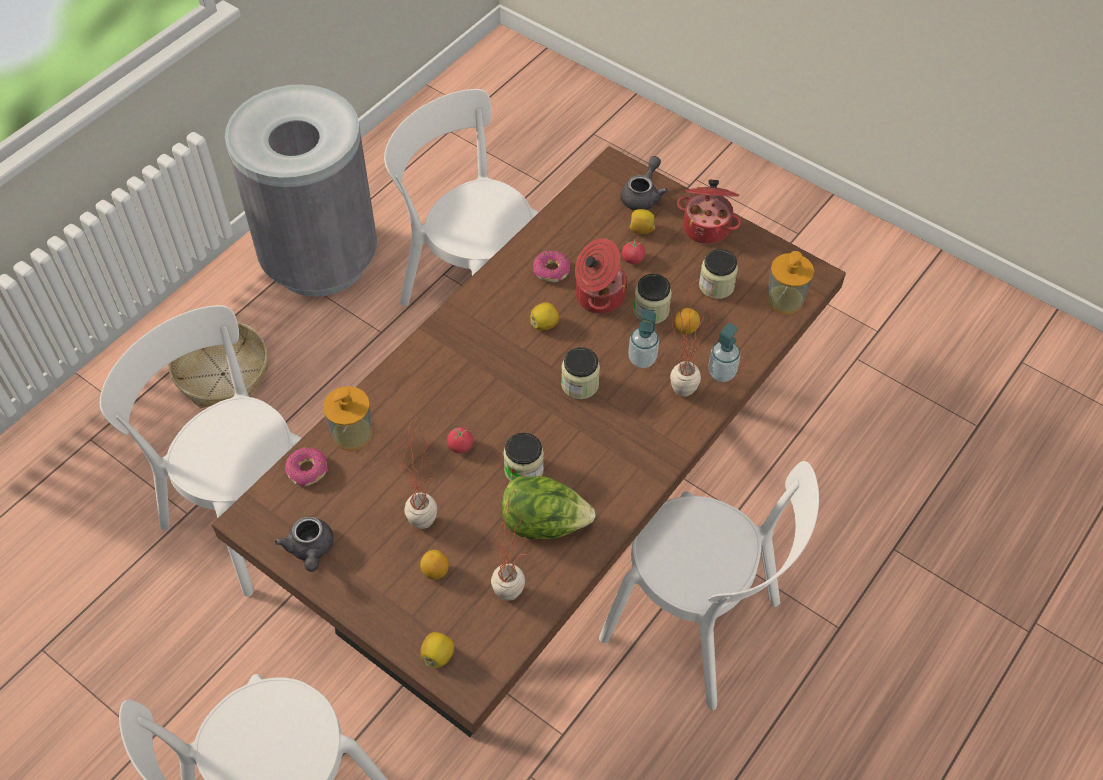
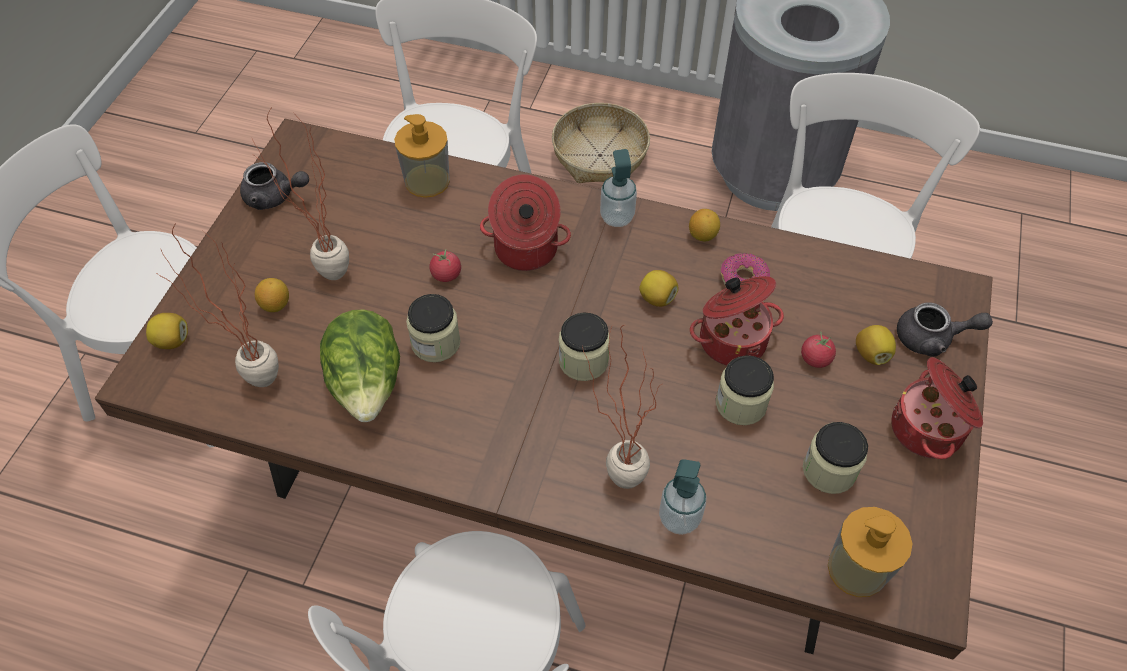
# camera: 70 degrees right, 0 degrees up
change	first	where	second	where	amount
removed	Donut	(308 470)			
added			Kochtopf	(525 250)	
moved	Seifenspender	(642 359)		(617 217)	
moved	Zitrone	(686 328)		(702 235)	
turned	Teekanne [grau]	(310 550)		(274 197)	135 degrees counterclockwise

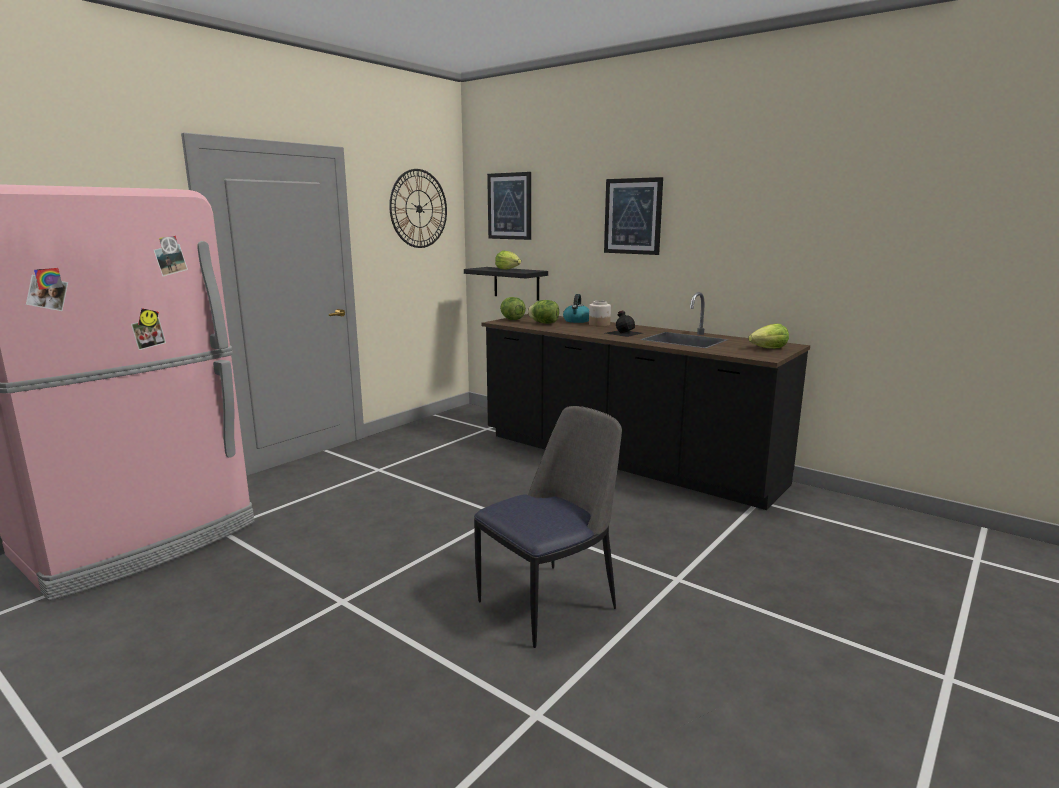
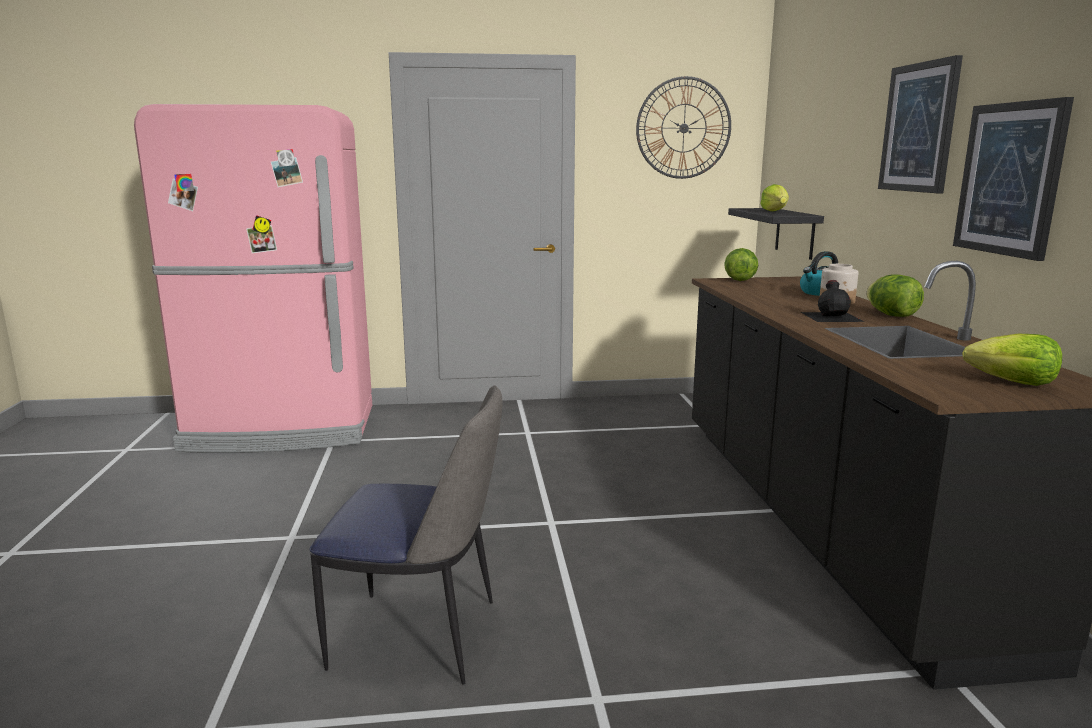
# camera: 45 degrees right, 0 degrees up
change	first	where	second	where	amount
moved	Bild	(510 206)		(1010 179)	
moved	Salatkopf	(544 323)		(891 315)	

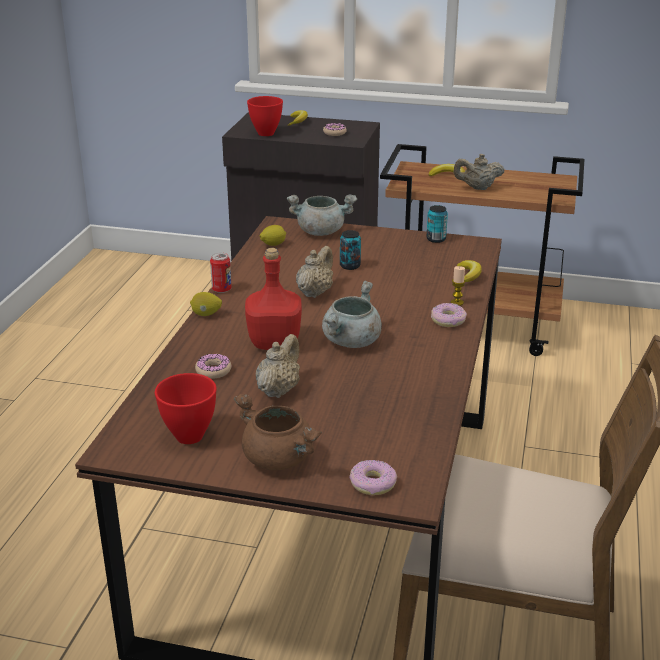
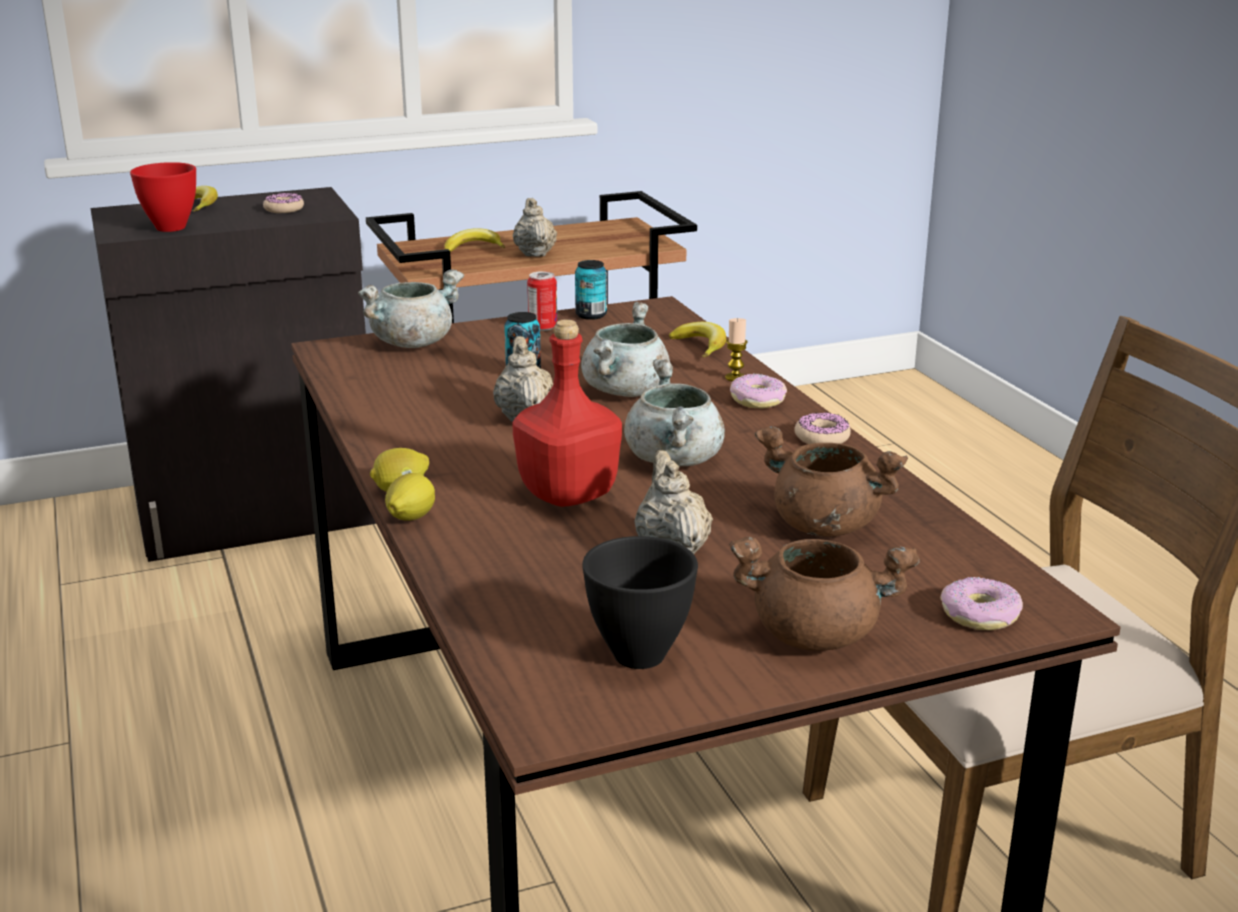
# camera: 35 degrees left, 5 degrees down
change	first	where	second	where	amount
added			Kochtopf [grau]	(626 392)	
added			Kochtopf [braun]	(822 525)	
moved	Donut	(213 370)		(822 437)	
moved	Dose	(221 289)		(543 327)	
moved	Zitrone	(273 245)		(410 518)	
recoloured	Schüssel [rot]	(189 437)	Schüssel [schwarz]	(640 657)	
turned	Teekanne [beige]	(477 188)		(534 253)	120 degrees clockwise

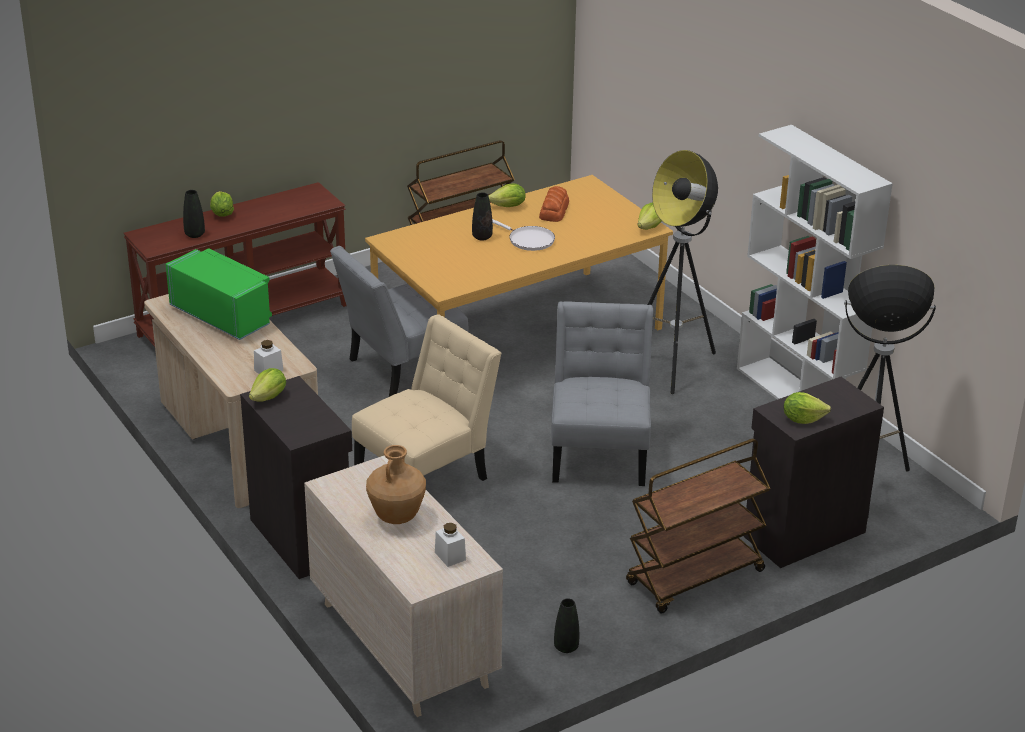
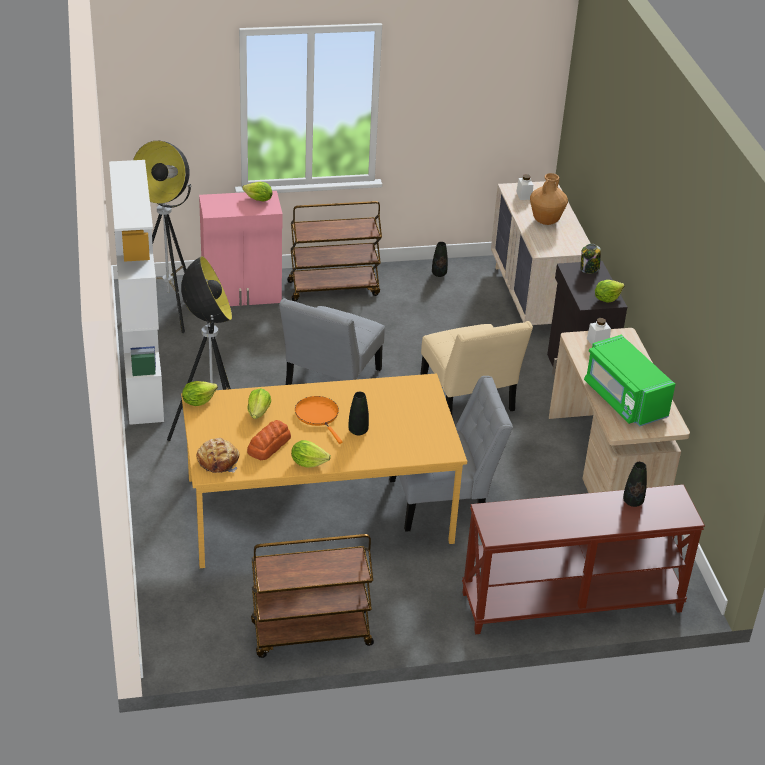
# camera: 160 degrees left, 5 degrees up
change	first	where	second	where	amount
added			Brot	(218 461)	
added			Vorratsglas	(589 269)	
moved	Salatkopf	(222 214)		(259 412)	
recoloured	Pfanne [weiß]	(528 240)	Pfanne [orange]	(318 416)	
recoloured	Schrank [schwarz]	(802 533)	Schrank [rosa]	(242 294)	
turned	Stuhl [beige]	(427 474)		(468 399)	90 degrees counterclockwise

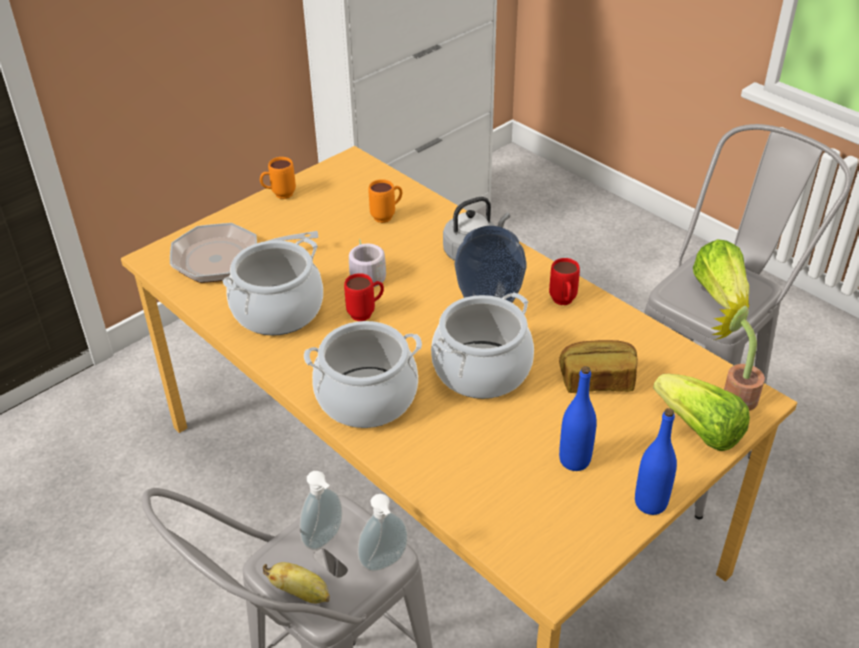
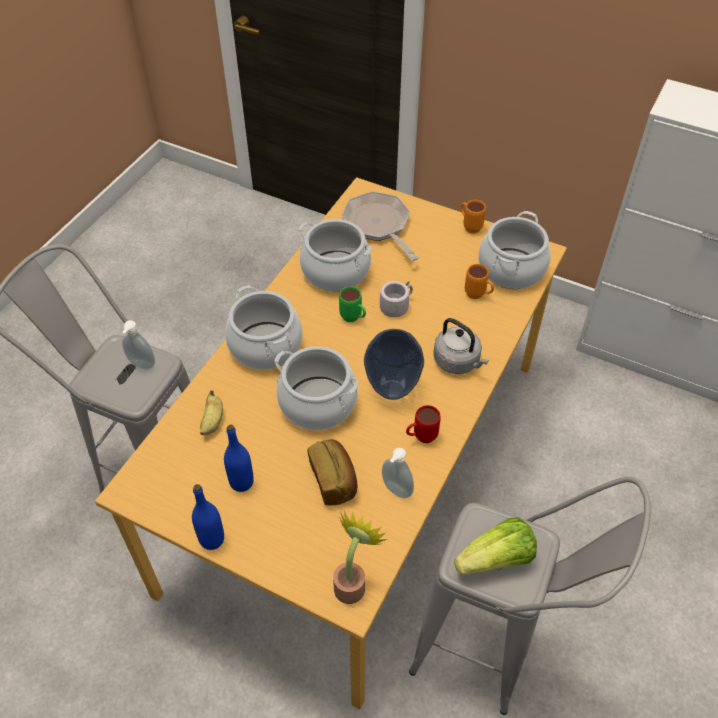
# camera: 70 degrees right, 10 degrees up
change	first	where	second	where	amount
removed	Salatkopf	(698 429)			
added			Kochtopf	(511 269)	
moved	Banane	(301 593)		(212 422)	
moved	Seifenspender	(385 564)		(395 491)	
recoloured	Henkelbecher [rot]	(366 313)	Henkelbecher [grün]	(353 319)	

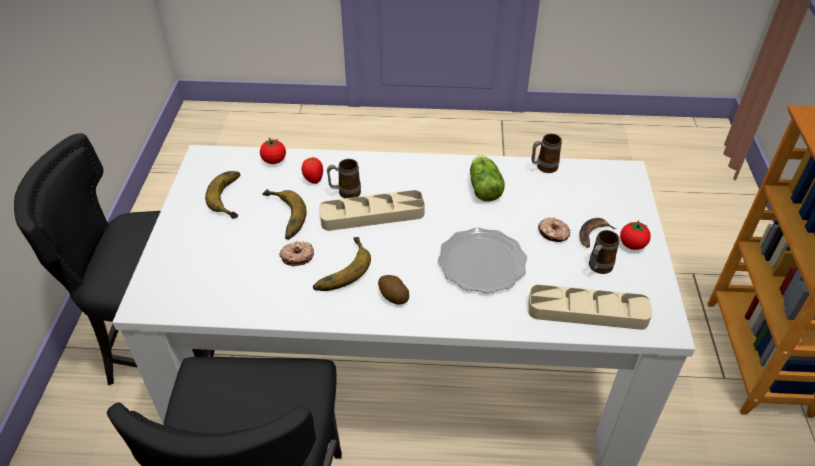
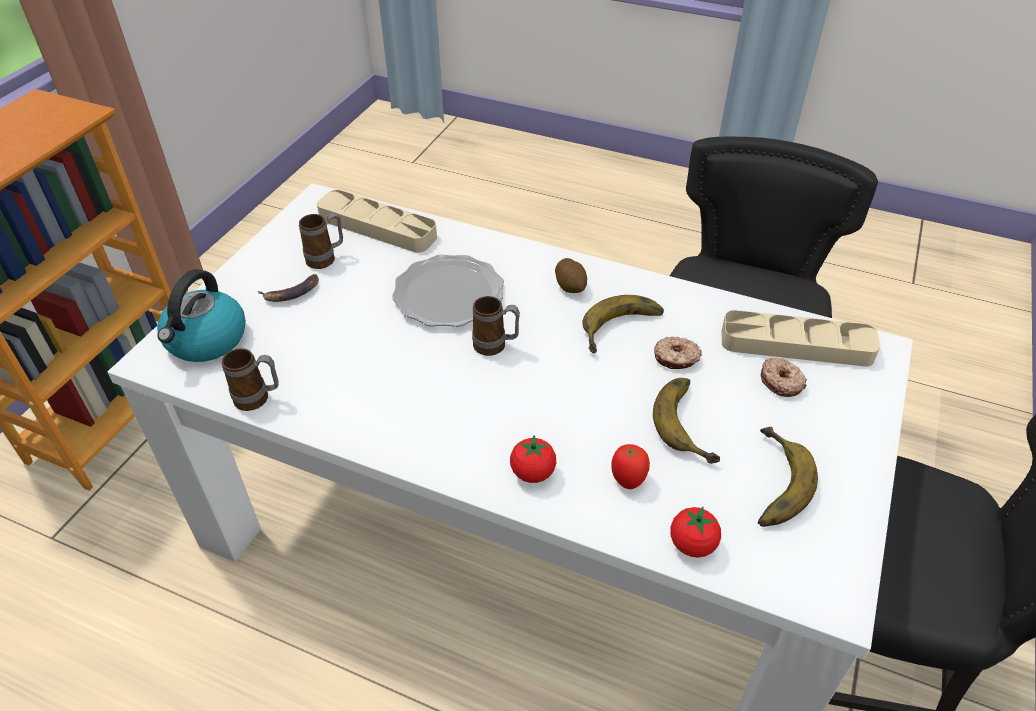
# camera: 160 degrees left, 0 degrees up
change	first	where	second	where	amount
removed	Salatkopf	(484 187)			
added			Wasserkessel	(206 340)	
moved	Tablett [beige]	(372 215)		(796 345)	
moved	Henkelbecher	(345 193)		(496 346)	
moved	Donut	(553 234)		(781 382)	
moved	Tomate	(632 245)		(532 473)	

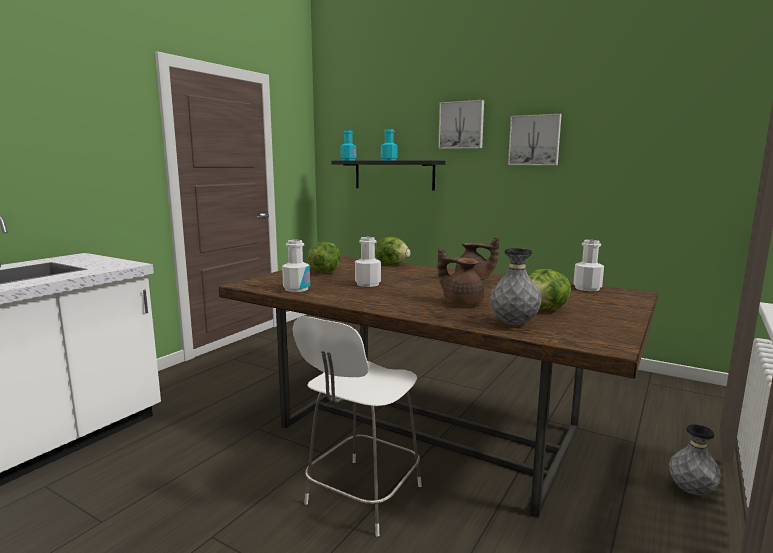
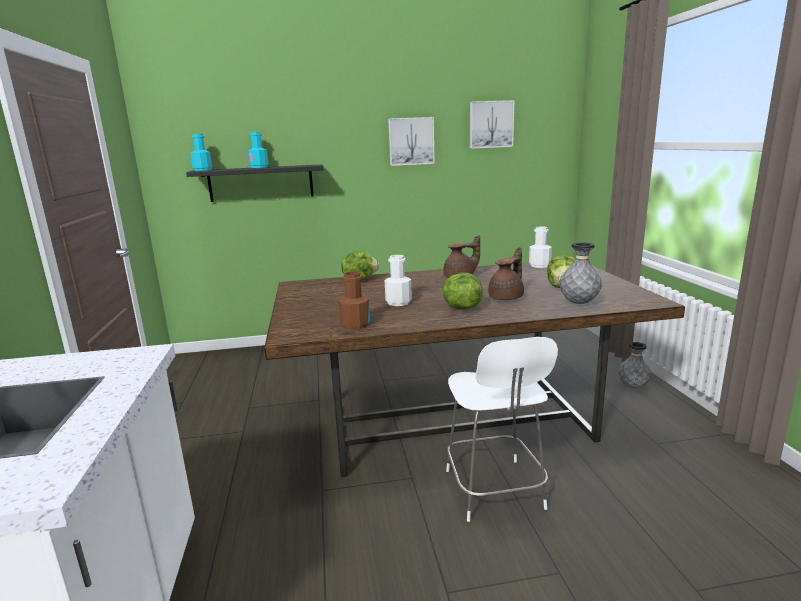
# camera: 40 degrees left, 5 degrees up
change	first	where	second	where	amount
moved	Salatkopf	(324 272)		(461 308)	
moved	Bild	(461 125)		(490 124)	
recoloured	Flasche [weiß]	(296 289)	Flasche [braun]	(355 325)	
turned	Teekanne [braun]	(461 302)		(507 297)	135 degrees clockwise

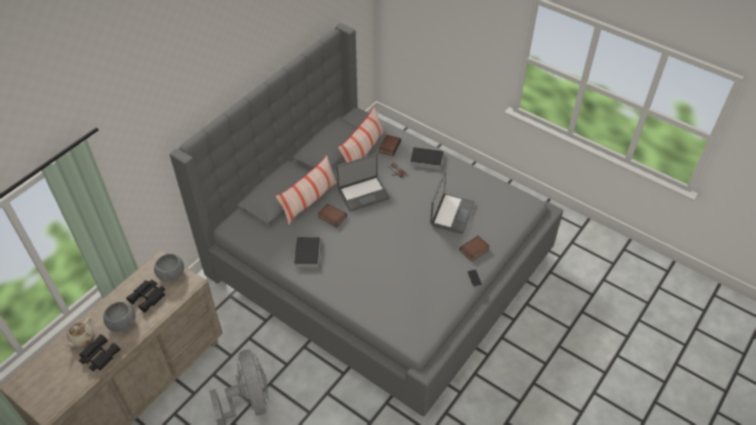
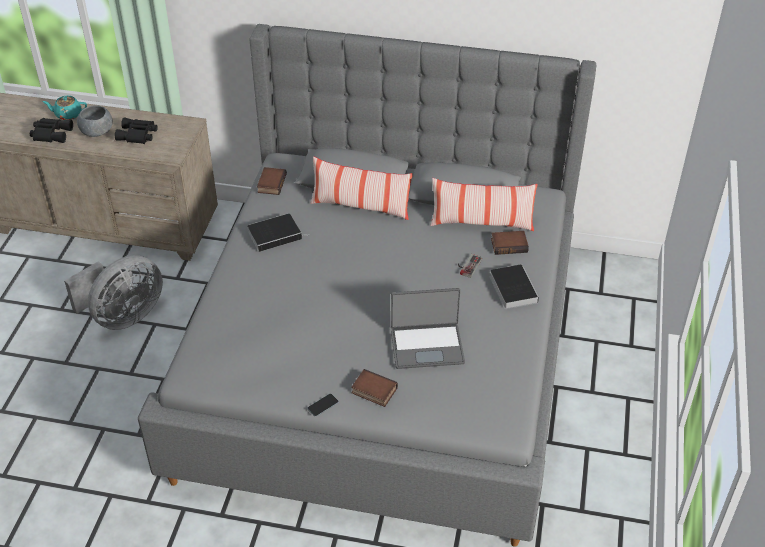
# camera: 65 degrees right, 5 degrees down
change	first	where	second	where	amount
removed	Schüssel [grau]	(171 274)			
removed	Laptop	(363 193)			
moved	Buch	(331 217)		(271 183)	
recoloured	Teekanne [beige]	(81 338)	Teekanne [türkis]	(68 115)	

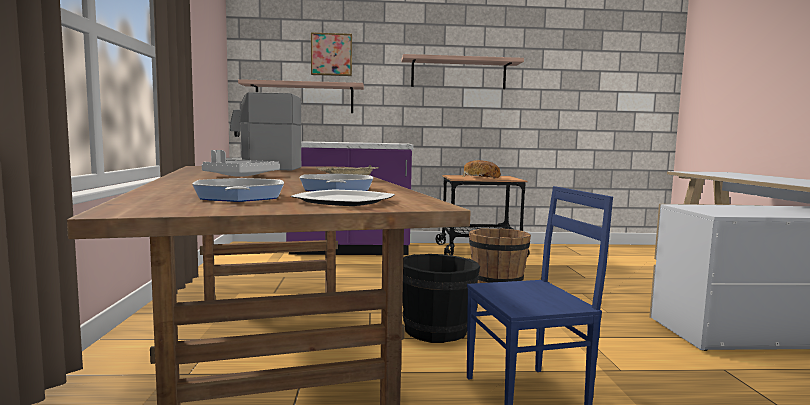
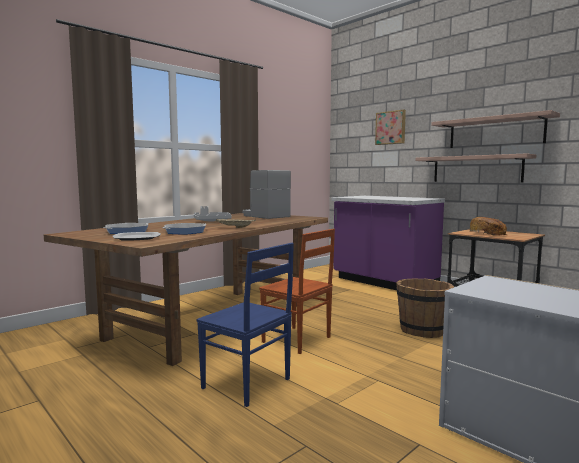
# camera: 50 degrees right, 0 degrees up
change	first	where	second	where	amount
moved	Wandregal	(305 98)		(476 169)	
replaced	Eimer [schwarz]	(436 331)	Stuhl [braun]	(297 340)	

